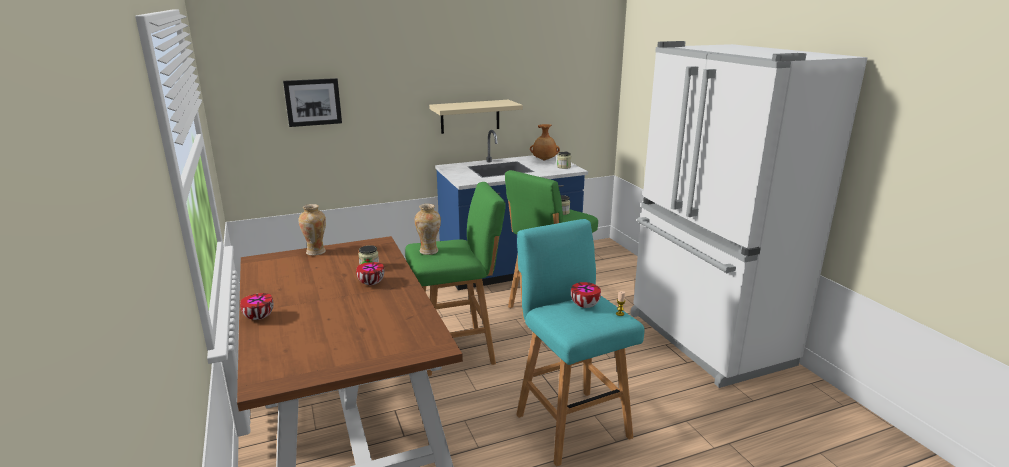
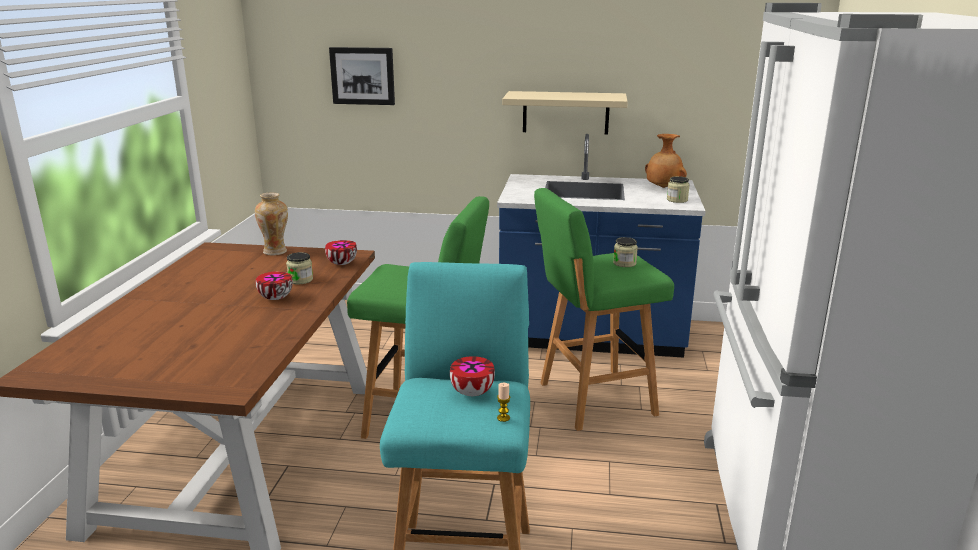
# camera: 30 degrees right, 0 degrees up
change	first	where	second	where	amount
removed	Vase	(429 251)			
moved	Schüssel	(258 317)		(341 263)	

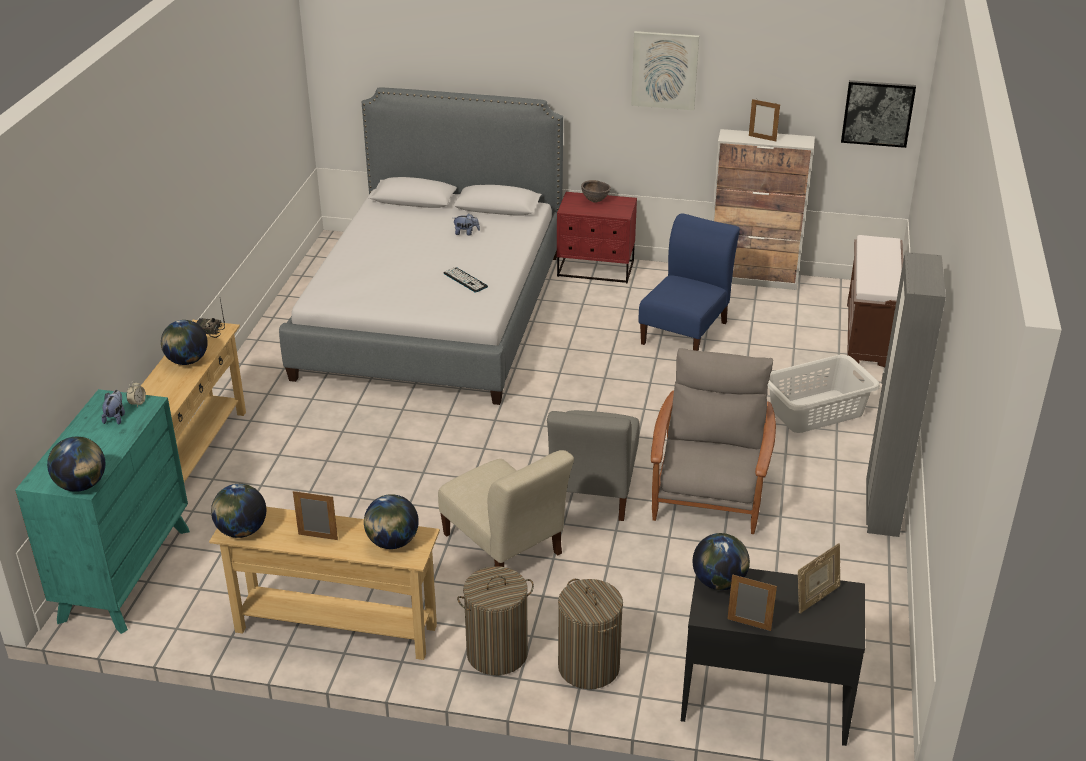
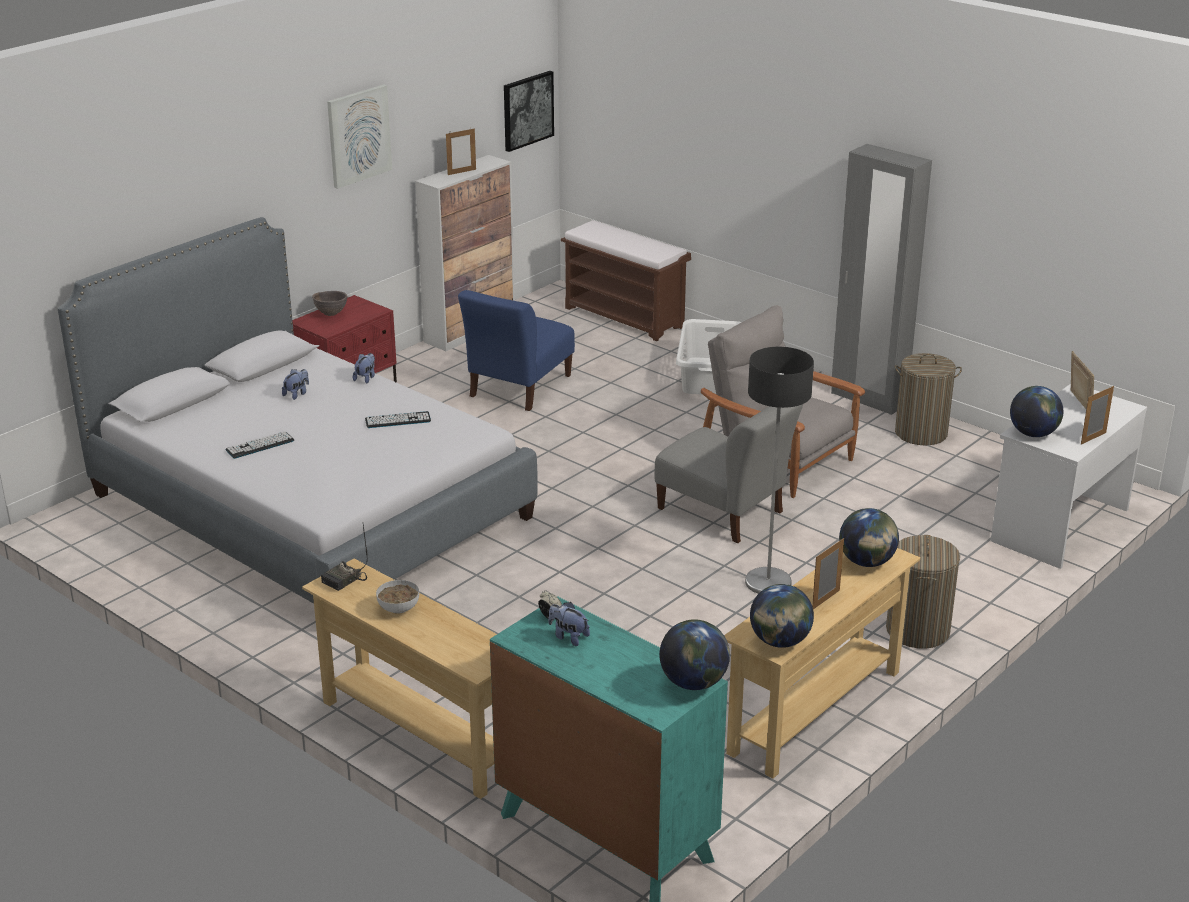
# camera: 60 degrees left, 5 degrees down
change	first	where	second	where	amount
added			Tastatur	(260 445)	
added			Plüschtier	(366 378)	
moved	Wäschekorb	(589 667)		(921 433)	
replaced	Globus	(187 361)	Schüssel	(398 608)	
replaced	Stuhl [beige]	(504 548)	Stehlampe	(768 582)	
recoloured	Schreibtisch [schwarz]	(765 699)	Schreibtisch [weiß]	(1058 524)	
turned	Stuhl [blau]	(686 331)		(518 388)	120 degrees counterclockwise

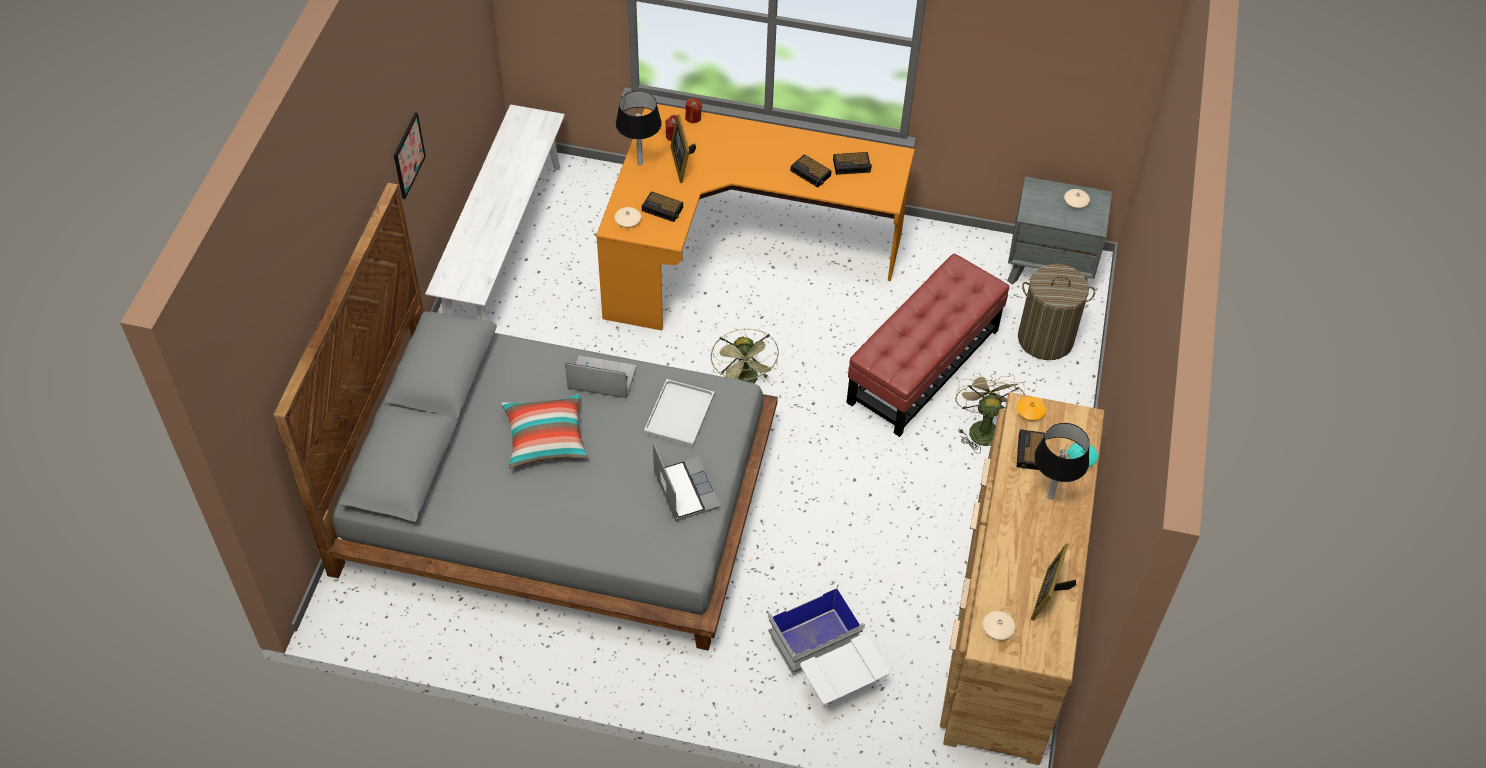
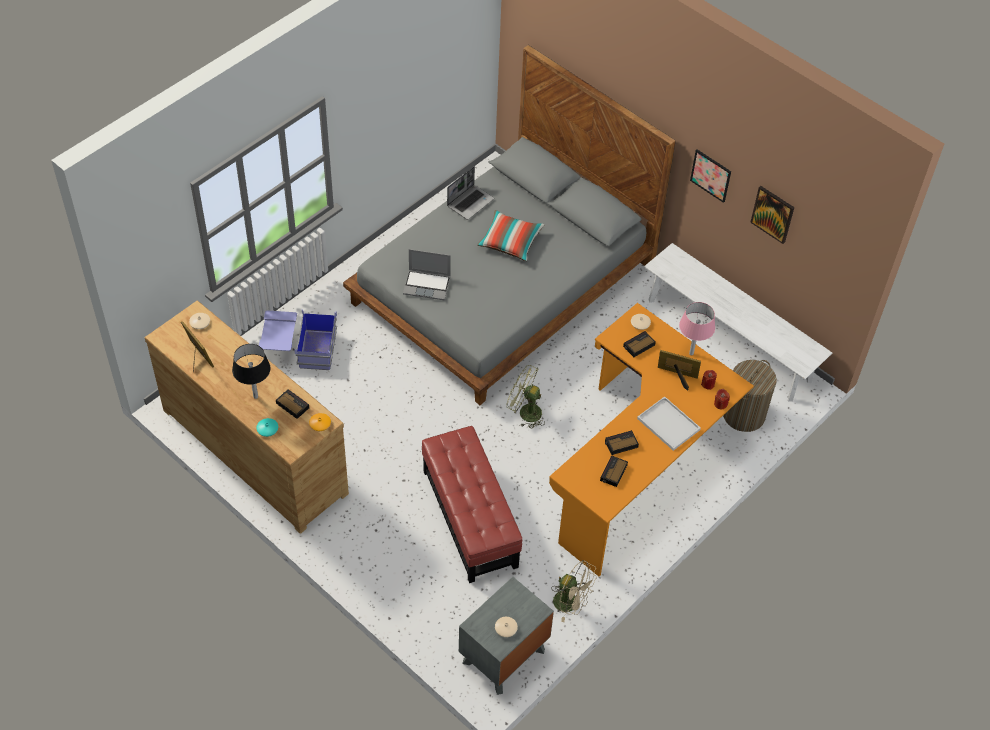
# camera: 120 degrees right, 0 degrees up
change	first	where	second	where	amount
added			Bild	(773 214)	
moved	Laptop	(601 379)		(470 202)	
moved	Tablett [weiß]	(679 412)		(669 424)	
moved	Ventilator [beige]	(982 427)		(571 603)	
moved	Wäschekorb	(1045 339)		(743 414)	
recoloured	Tischlampe [schwarz]	(640 163)	Tischlampe [rosa]	(691 353)	
recoloured	Aufbewahrungsbox [weiß]	(826 665)	Aufbewahrungsbox [blau]	(299 349)	

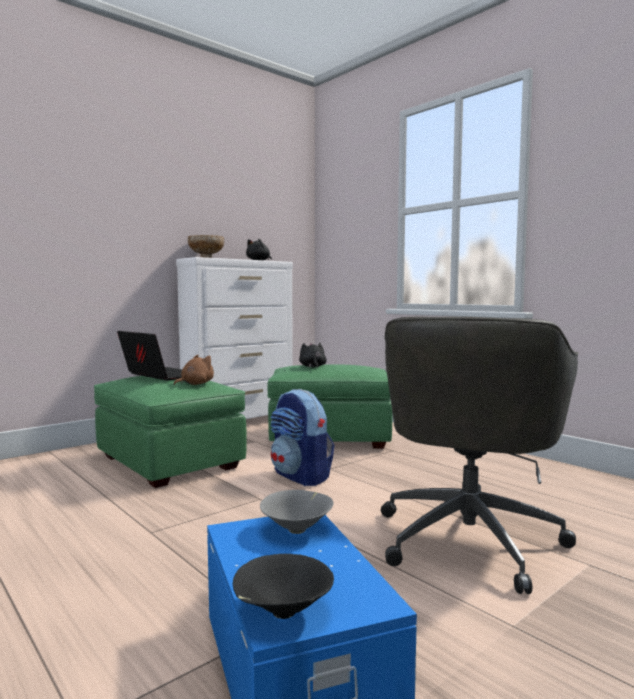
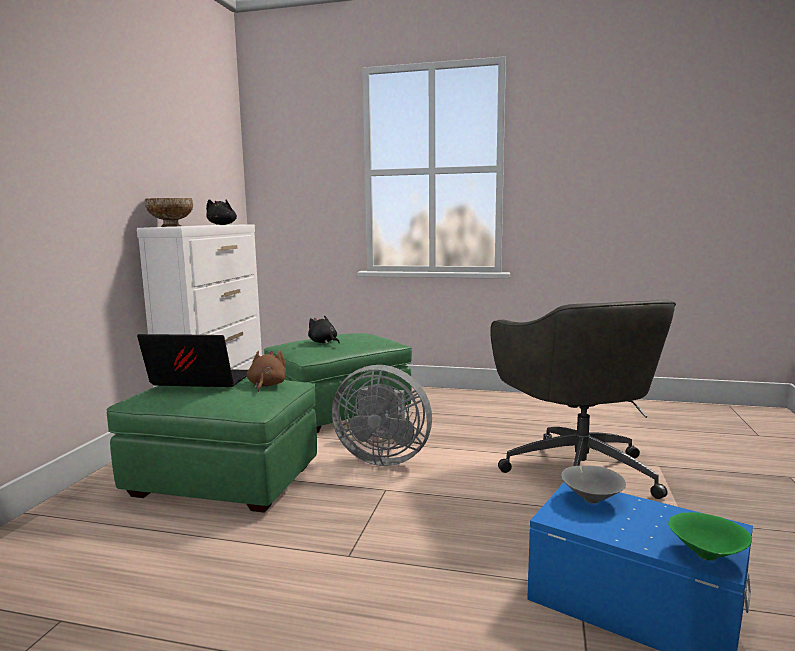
# camera: 35 degrees left, 5 degrees up
change	first	where	second	where	amount
replaced	Rucksack	(301 477)	Ventilator [grau]	(382 458)	
recoloured	Schüssel [schwarz]	(281 613)	Schüssel [grün]	(706 557)	

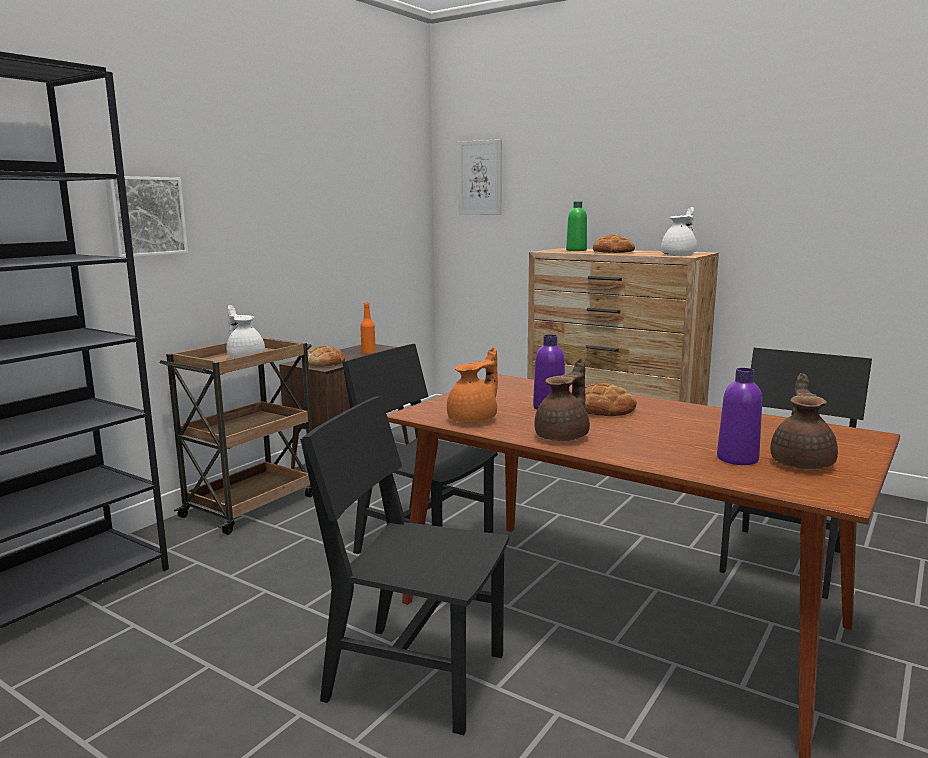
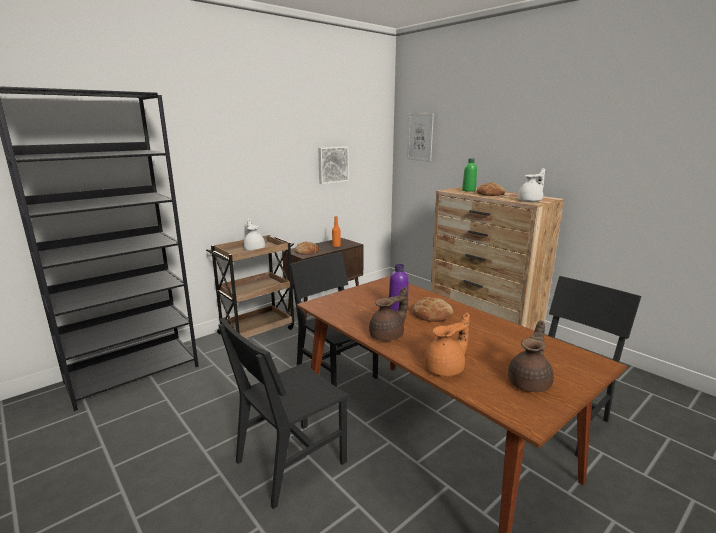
# camera: 15 degrees right, 5 degrees up
change	first	where	second	where	amount
removed	Flasche [lila]	(737 459)			
moved	Bild	(145 216)		(332 164)	
moved	Teekanne [orange]	(474 419)		(446 369)	
turned	Stuhl [schwarz]	(415 676)		(291 461)	75 degrees counterclockwise

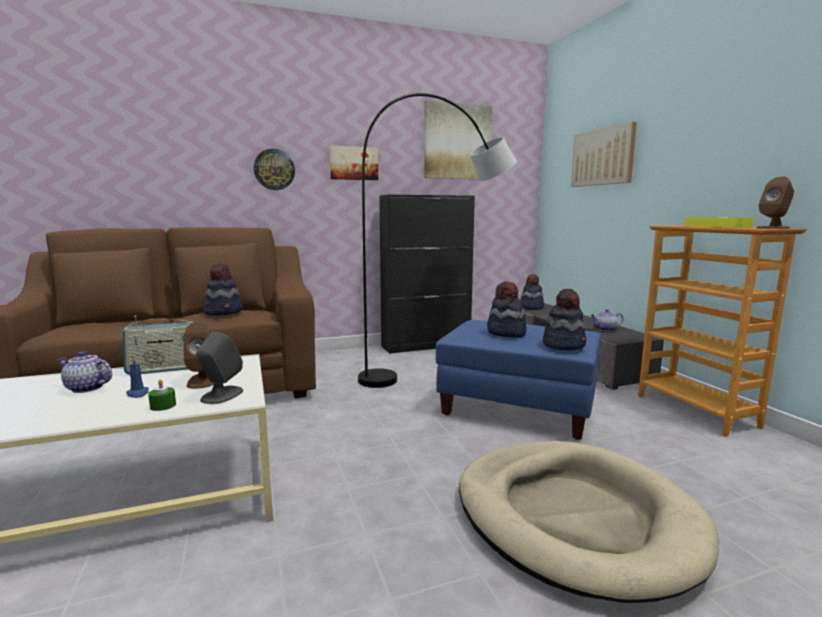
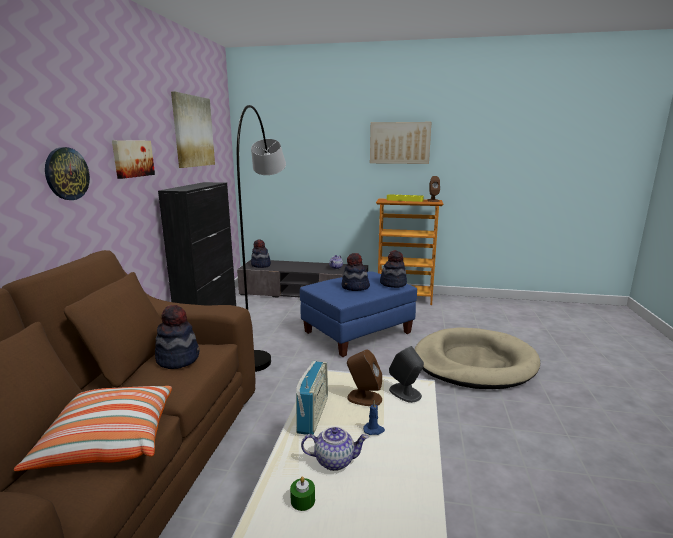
# camera: 60 degrees left, 5 degrees up
change	first	where	second	where	amount
added			Kissen	(108 441)	
moved	Kerze [grün]	(163 406)		(303 500)	
moved	Bild	(603 157)		(400 143)	
turned	Teekanne	(86 388)		(335 460)	135 degrees counterclockwise

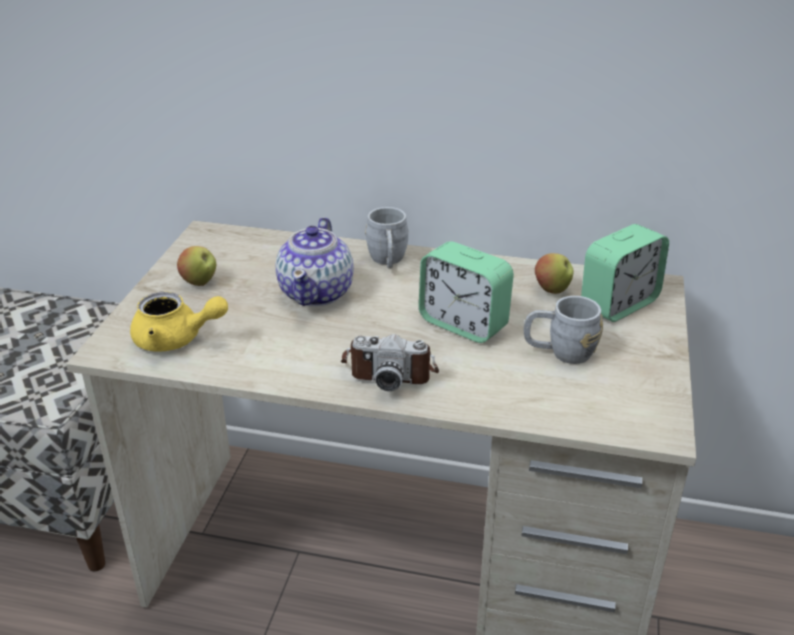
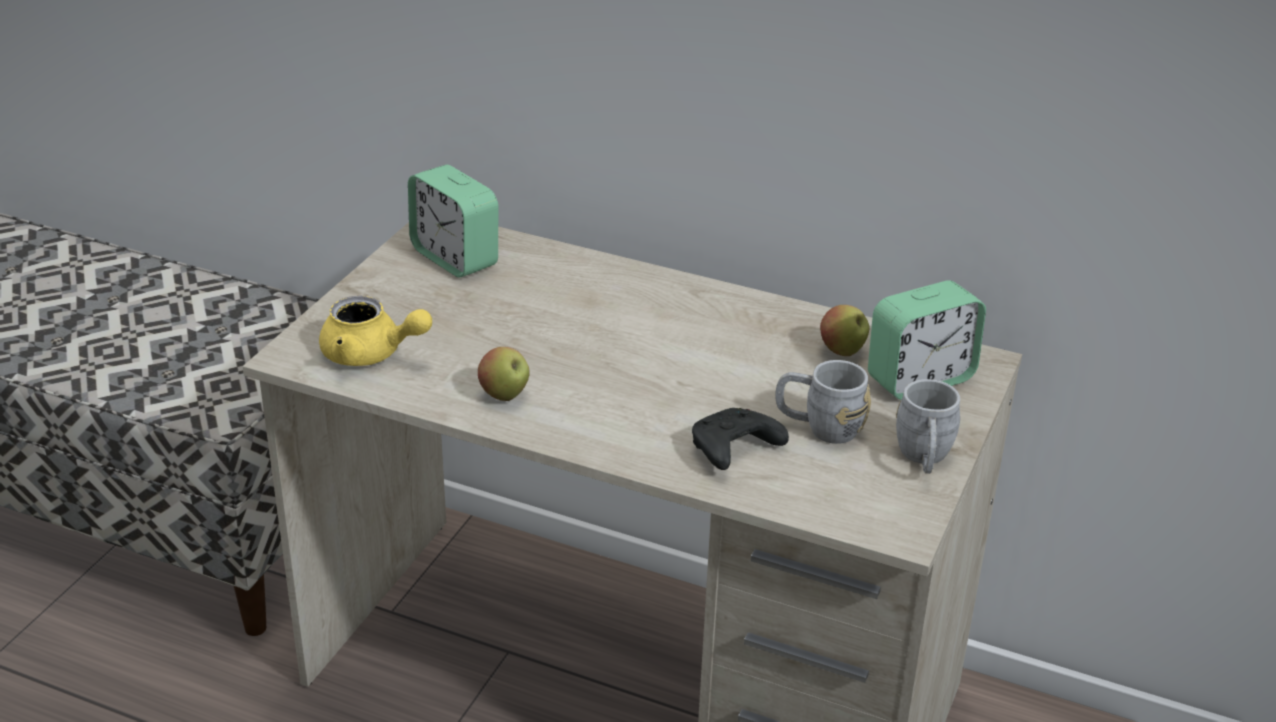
# camera: 10 degrees right, 0 degrees up
change	first	where	second	where	amount
removed	Teekanne	(317 292)			
removed	Kamera	(390 368)			
added			Gamepad [schwarz]	(733 451)	
moved	Apfel	(199 282)		(504 395)	
moved	Henkelbecher [grau]	(388 261)		(924 459)	
moved	Wecker	(463 324)		(455 258)	

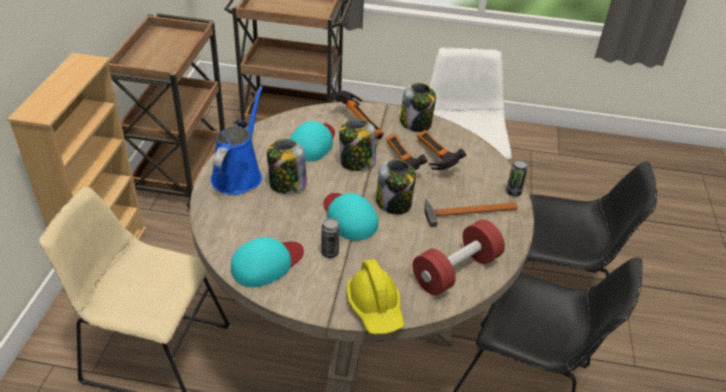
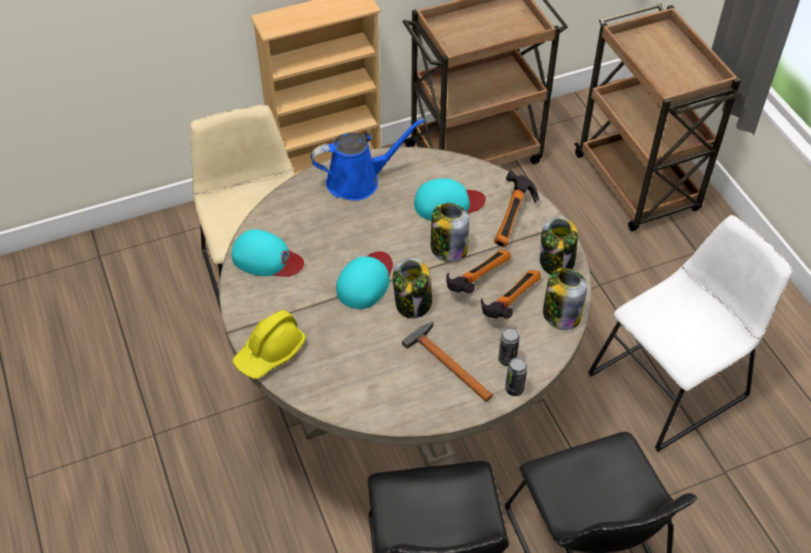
# camera: 60 degrees right, 10 degrees up
change	first	where	second	where	amount
removed	Hantel [rot]	(456 271)			
moved	Vorratsglas	(287 185)		(561 314)	
moved	Dose	(330 253)		(507 359)	

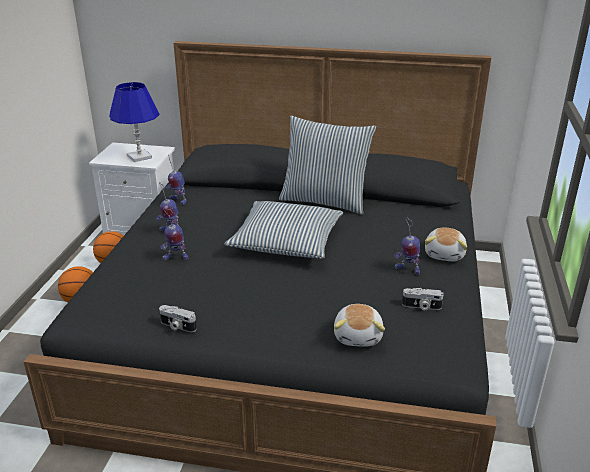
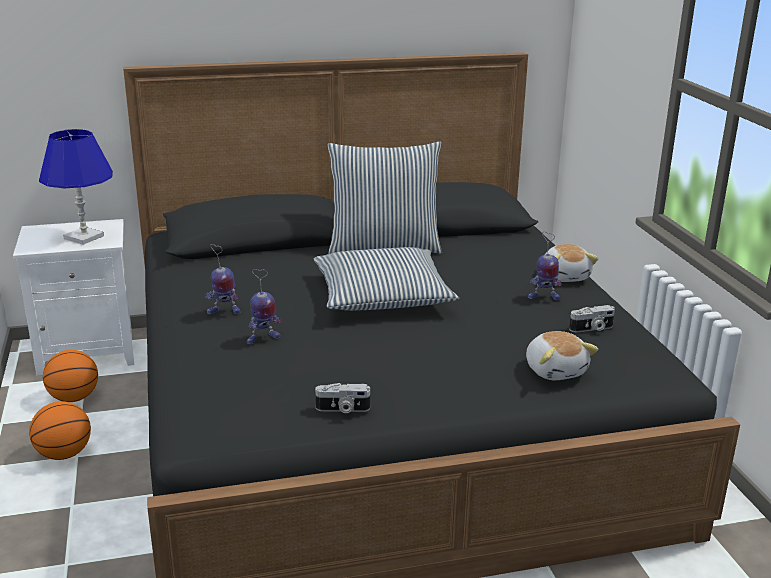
# camera: 25 degrees left, 5 degrees down
change	first	where	second	where	amount
removed	Spielzeugroboter	(177 200)			

